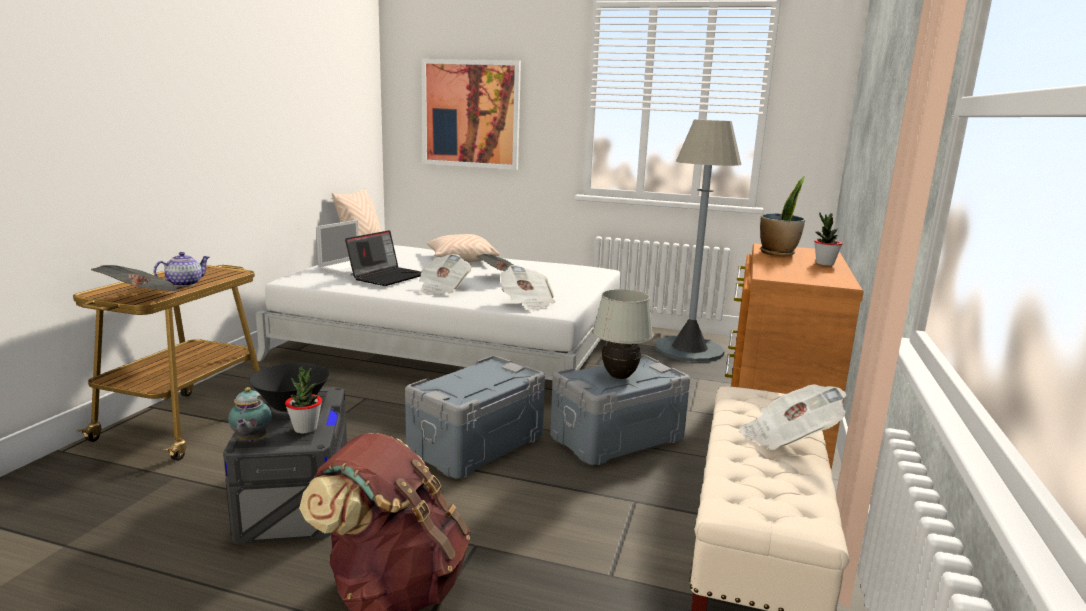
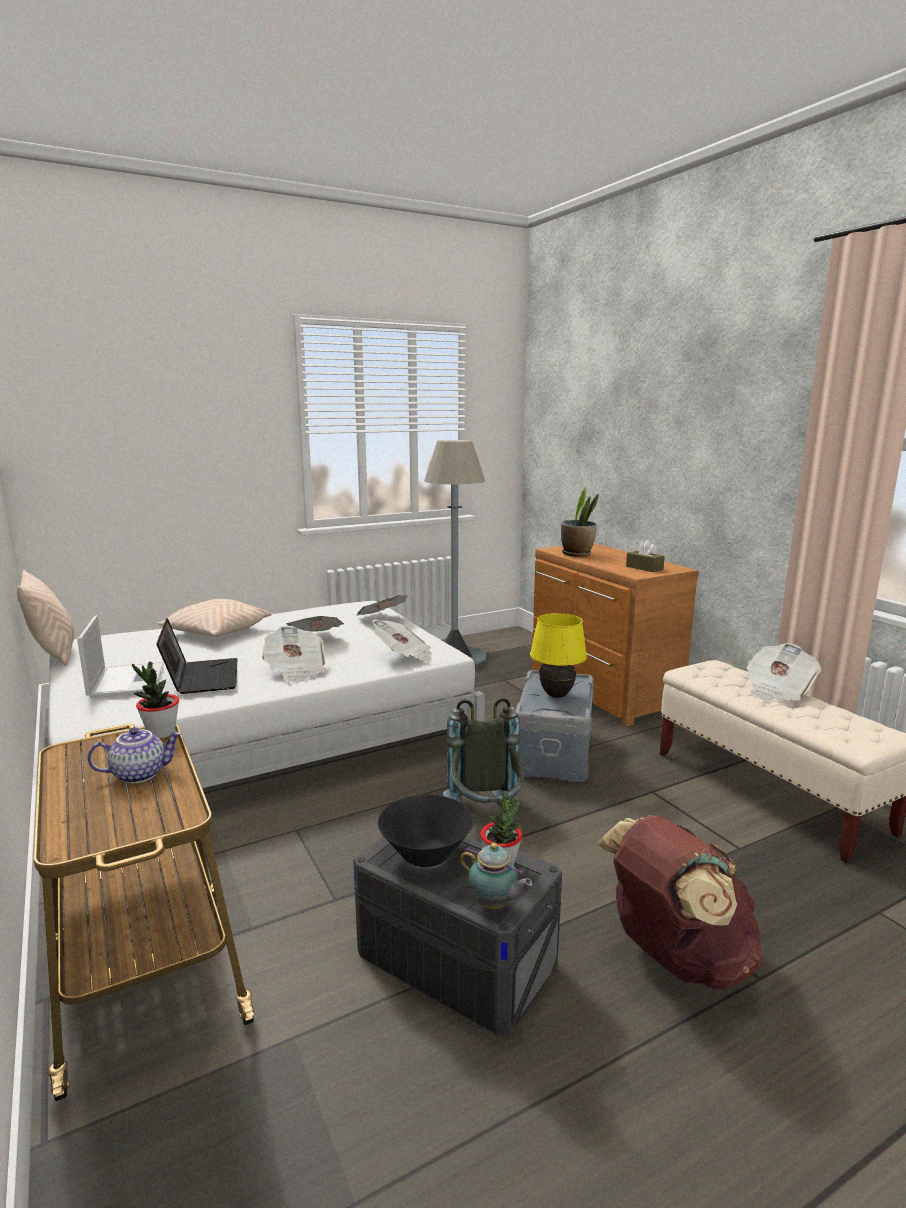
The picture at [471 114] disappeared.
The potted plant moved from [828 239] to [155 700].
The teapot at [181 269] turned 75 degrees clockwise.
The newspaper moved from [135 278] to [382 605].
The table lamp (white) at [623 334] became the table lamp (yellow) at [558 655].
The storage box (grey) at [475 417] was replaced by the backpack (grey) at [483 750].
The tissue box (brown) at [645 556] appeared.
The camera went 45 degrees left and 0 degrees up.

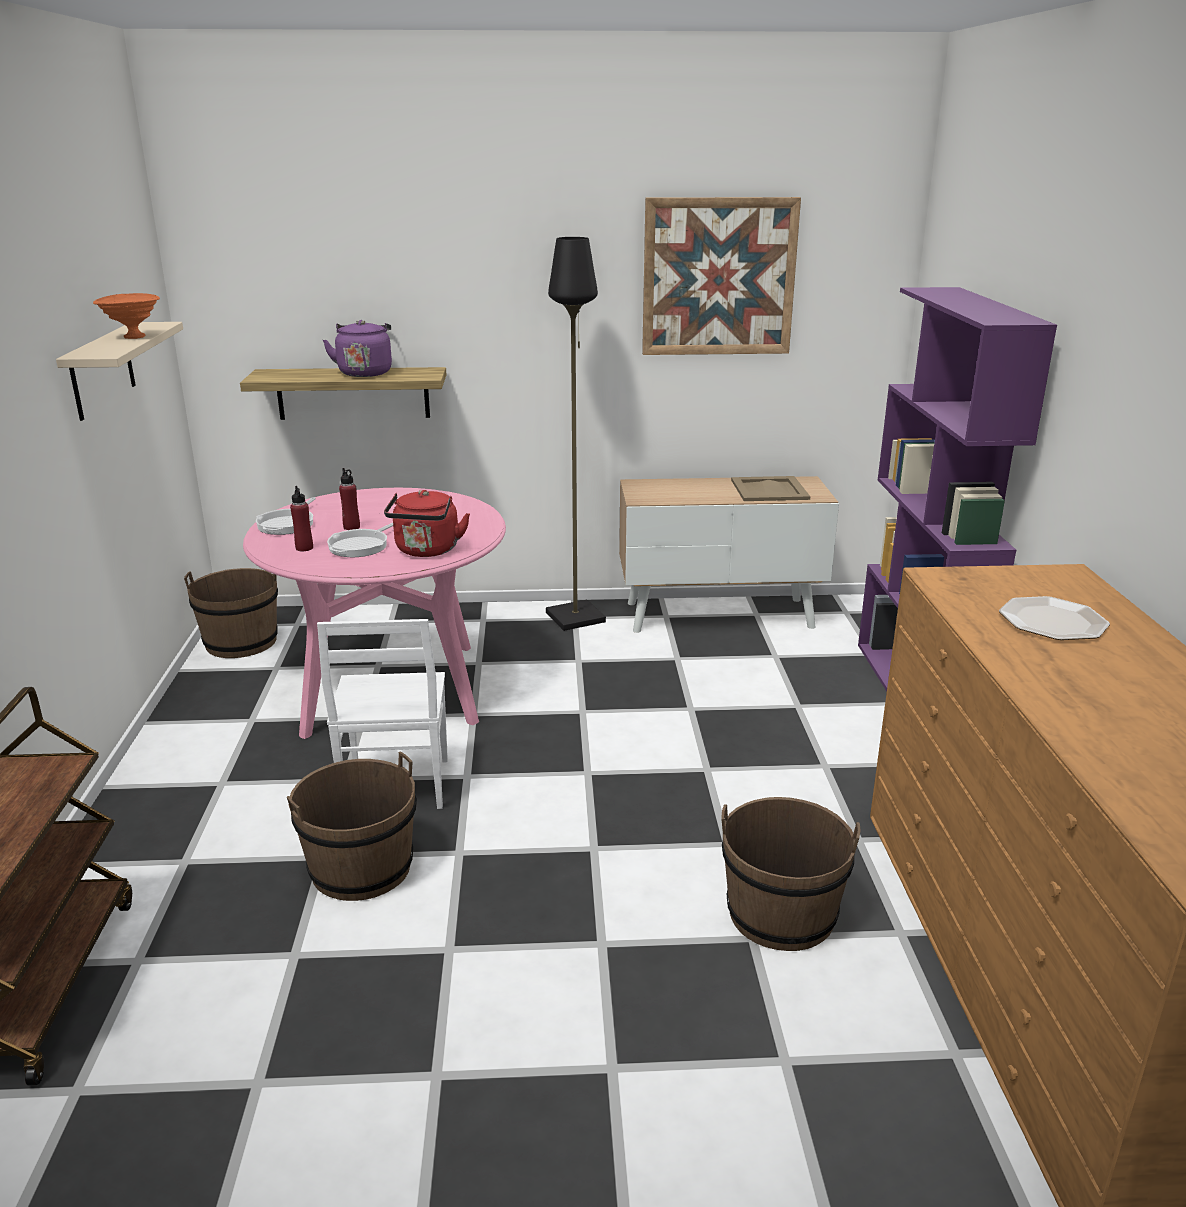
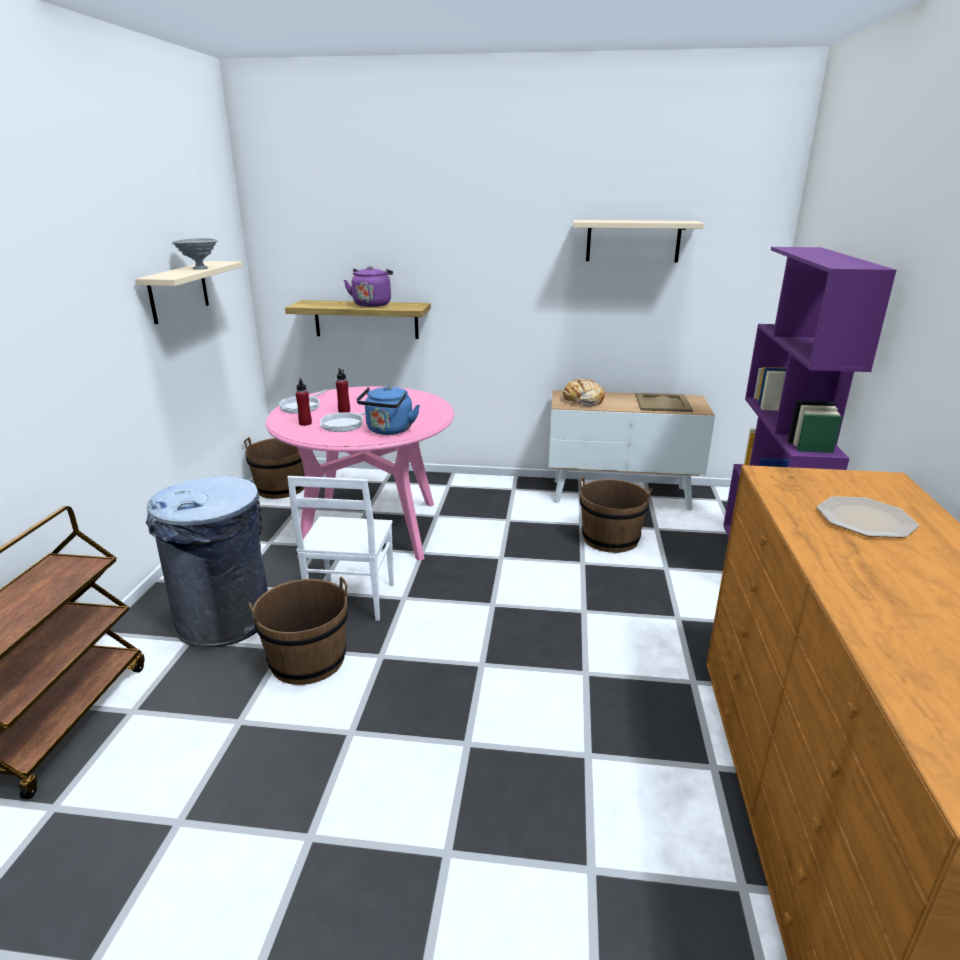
The picture at [721 276] was replaced by the shelf (beige) at [638 241].
The floor lamp (black) at [576 434] disappeared.
The bowl (orange) at [126 316] became the bowl (grey) at [195 254].
The kettle (red) at [427 523] became the kettle (blue) at [388 410].
The bucket (brown) moved from [791 874] to [616 515].
The bread at [584 392] appeared.
The trash can (grey) at [207 562] appeared.
The camera went 10 degrees right and 0 degrees up.

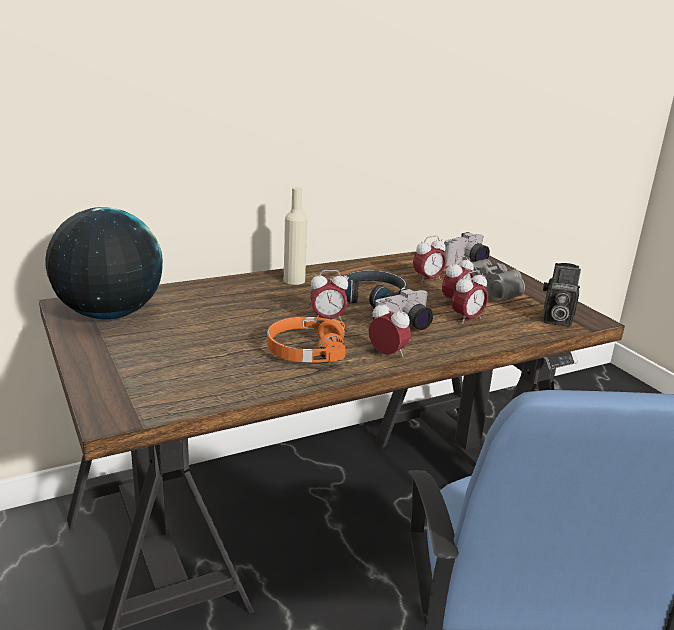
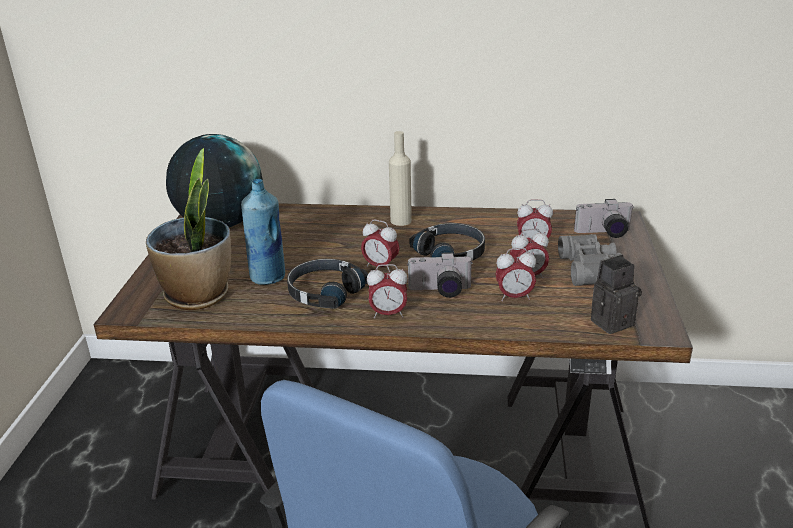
The photo camera at [562 295] turned 105 degrees clockwise.
The alarm clock at [390 329] turned 105 degrees clockwise.
The headphones (orange) at [306 340] became the headphones (black) at [328 284].
The potted plant at [188 229] appeared.
The bottle (blue) at [263 232] appeared.
The camera went 35 degrees right and 5 degrees up.

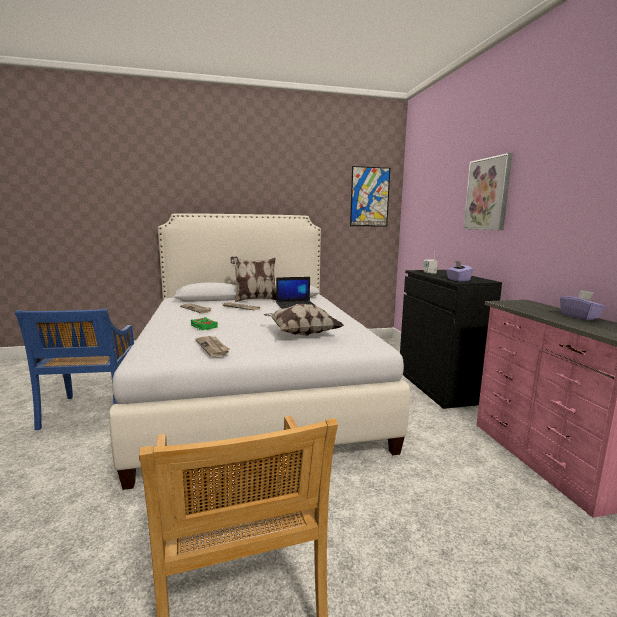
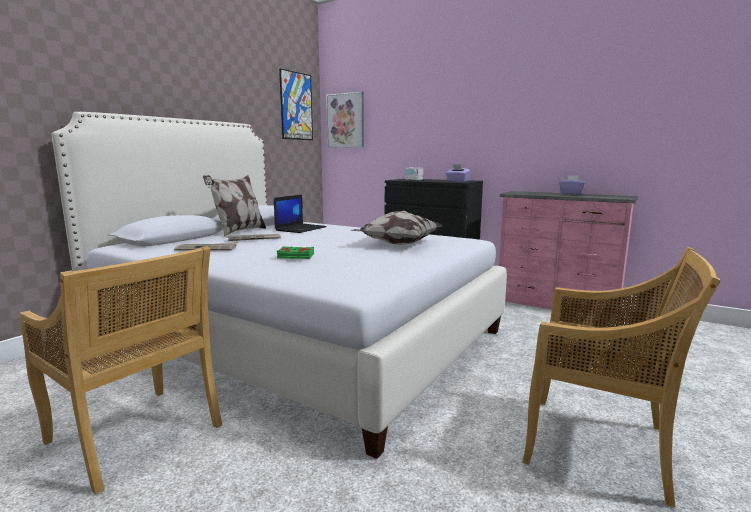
The picture moved from [488 191] to [345 119].
The chair (blue) at [74 369] became the chair (beige) at [121 370].
The newspaper at [212 346] disappeared.
The camera went 45 degrees left and 0 degrees up.

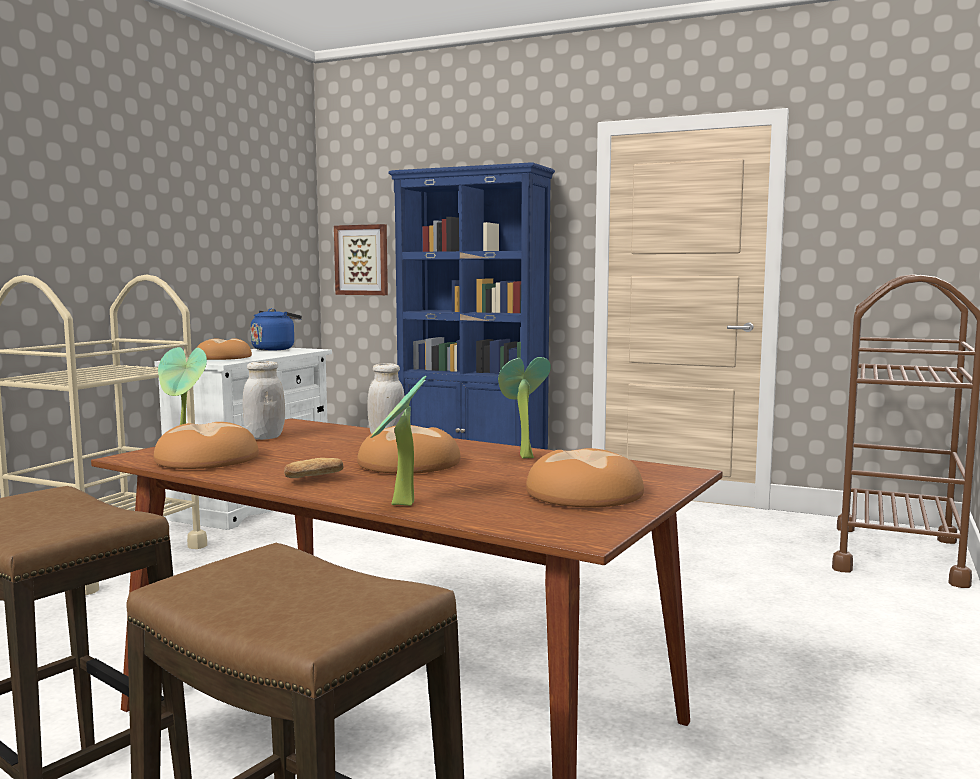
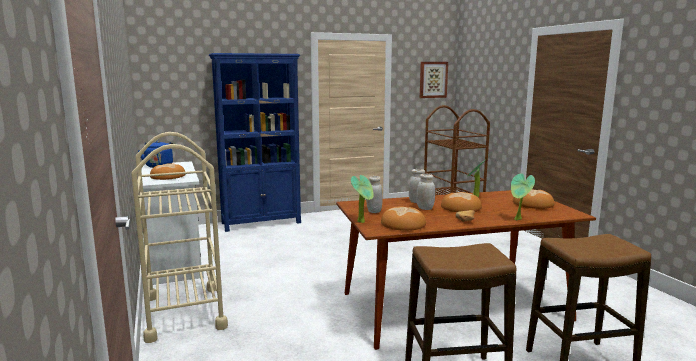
The picture moved from [361 259] to [434 80].
The jar (white) at [426 192] appeared.
The camera went 45 degrees left and 5 degrees up.

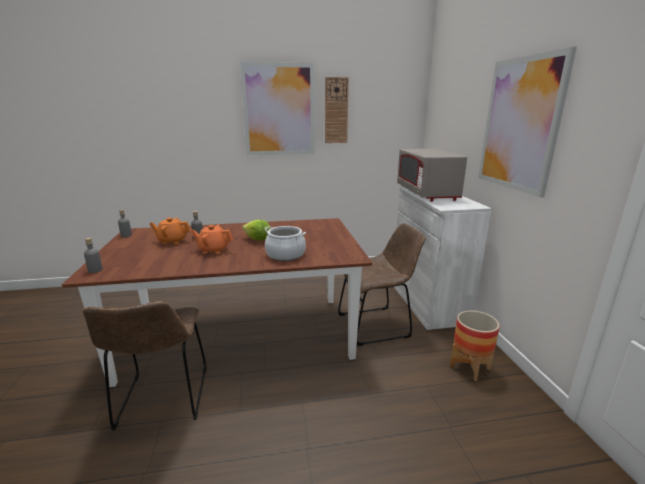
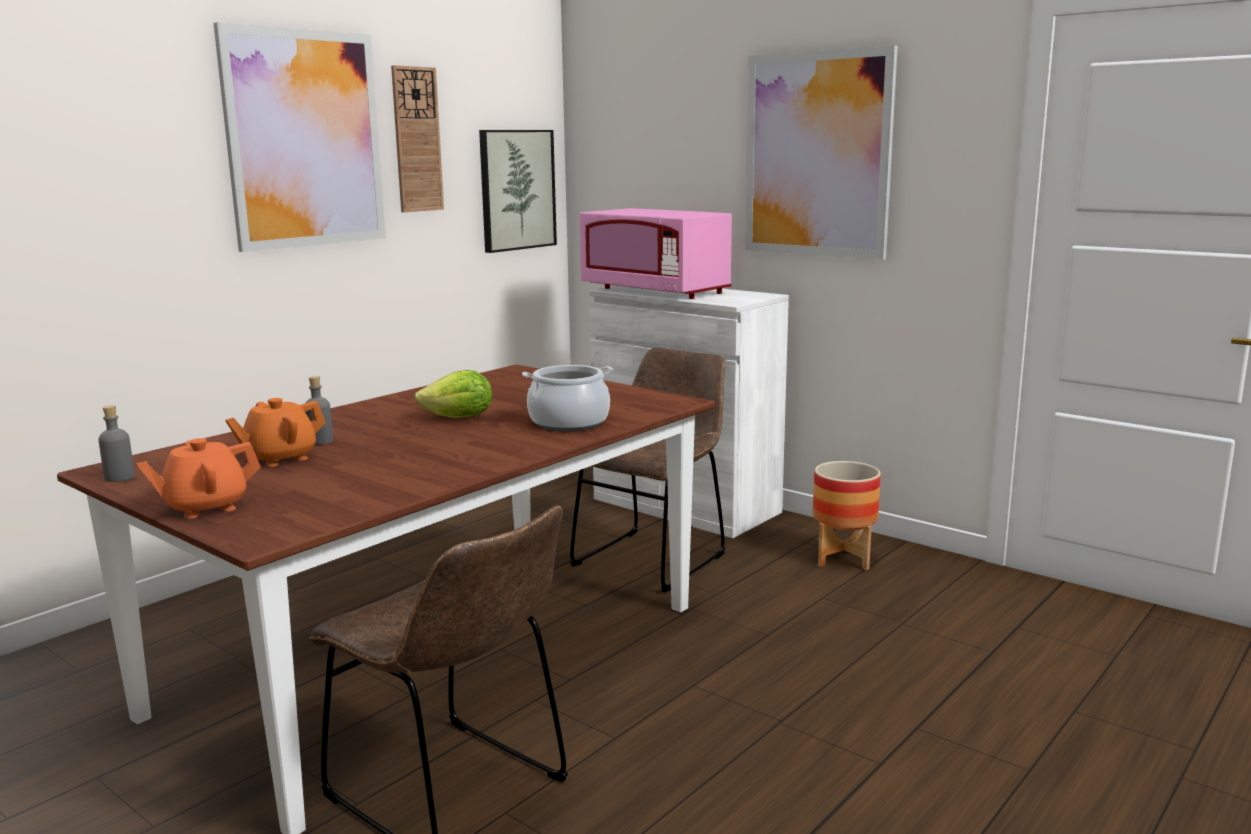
The microwave (grey) at [432 175] became the microwave (pink) at [656 253].
The teapot (orange) moved from [212 239] to [198 478].
The bottle (grey) at [93 255] disappeared.
The picture at [518 191] appeared.
The camera went 40 degrees left and 5 degrees down.

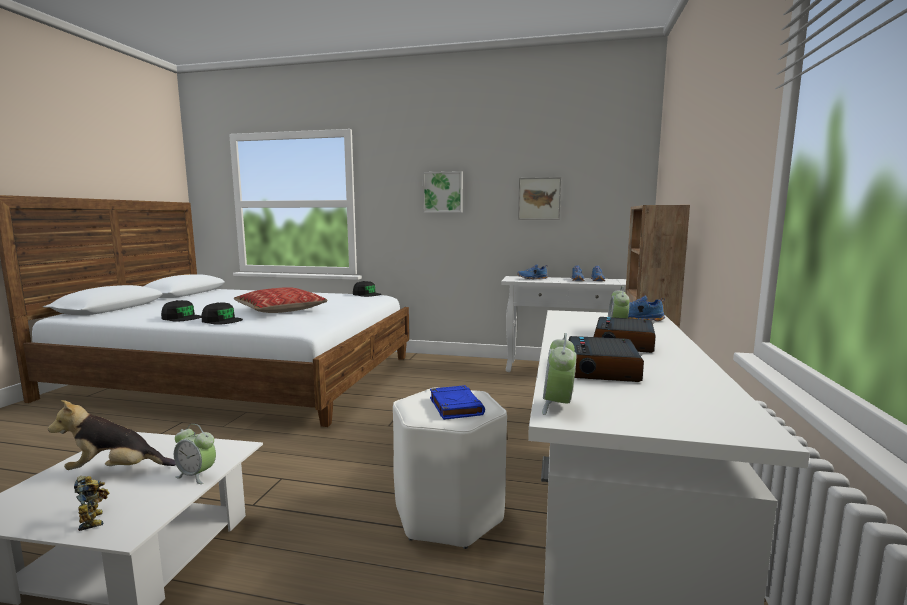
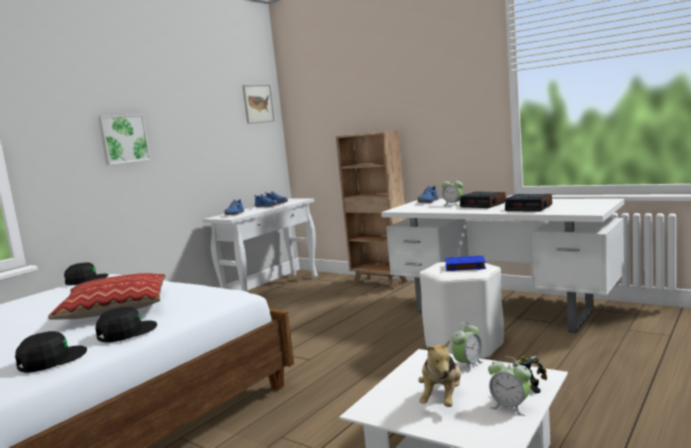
The picture moved from [539 198] to [258 104].
The alarm clock moved from [559 374] to [509 386].
The camera went 65 degrees left and 0 degrees up.

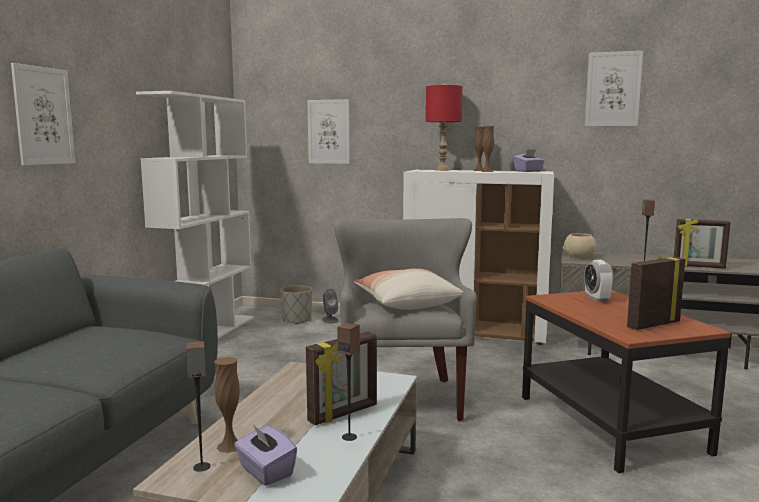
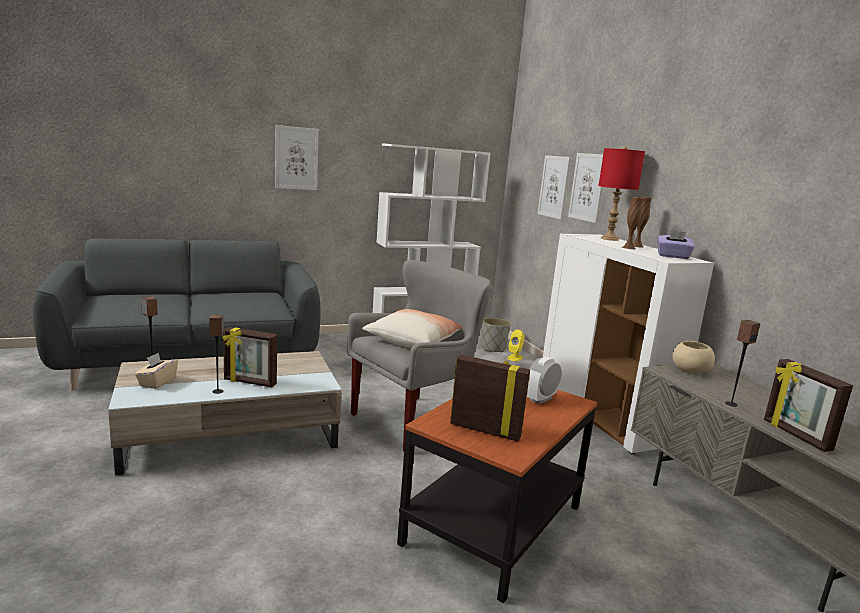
The picture moved from [614 88] to [585 188].
The speaker (grey) at [330 305] became the speaker (yellow) at [516 345].
The vase (brown) at [227 405] disappeared.
The tissue box (purple) at [265 455] became the tissue box (beige) at [156 371].
The camera went 50 degrees right and 5 degrees up.

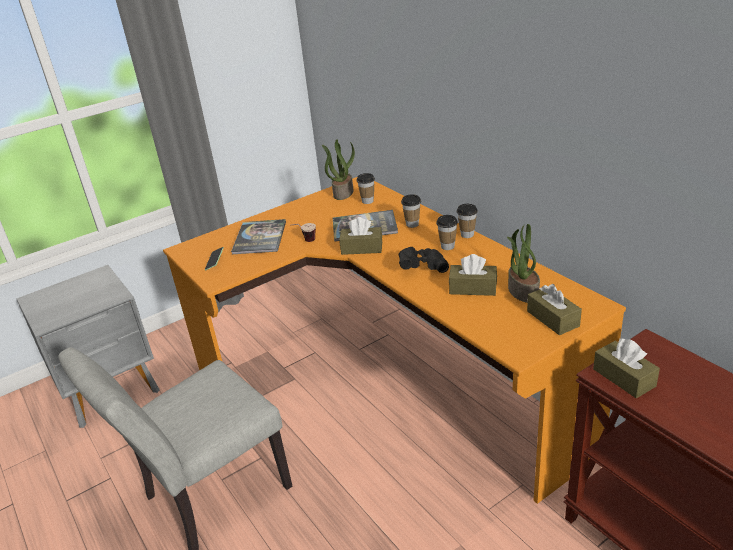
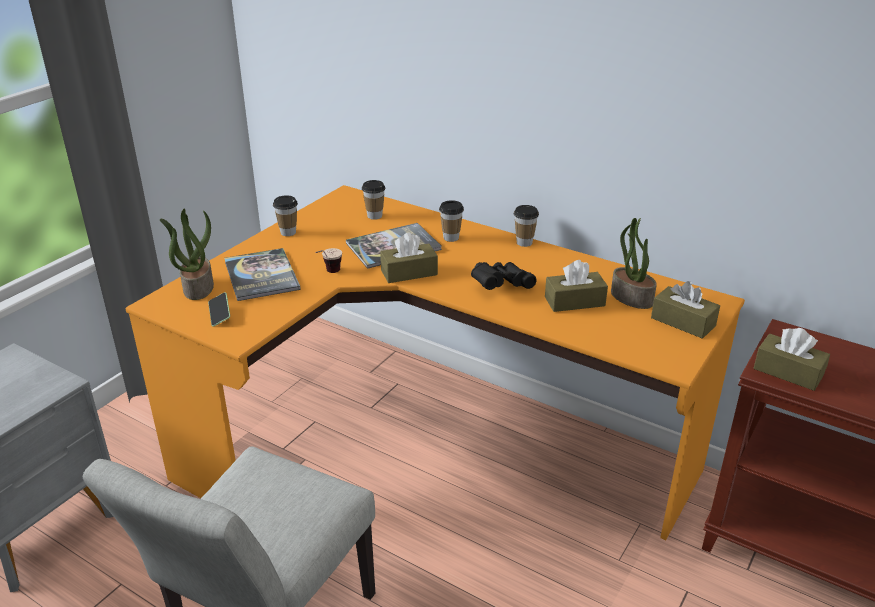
The potted plant moved from [338 169] to [187 254].
The cup moved from [447 232] to [285 215].
The camera went 25 degrees left and 0 degrees up.

